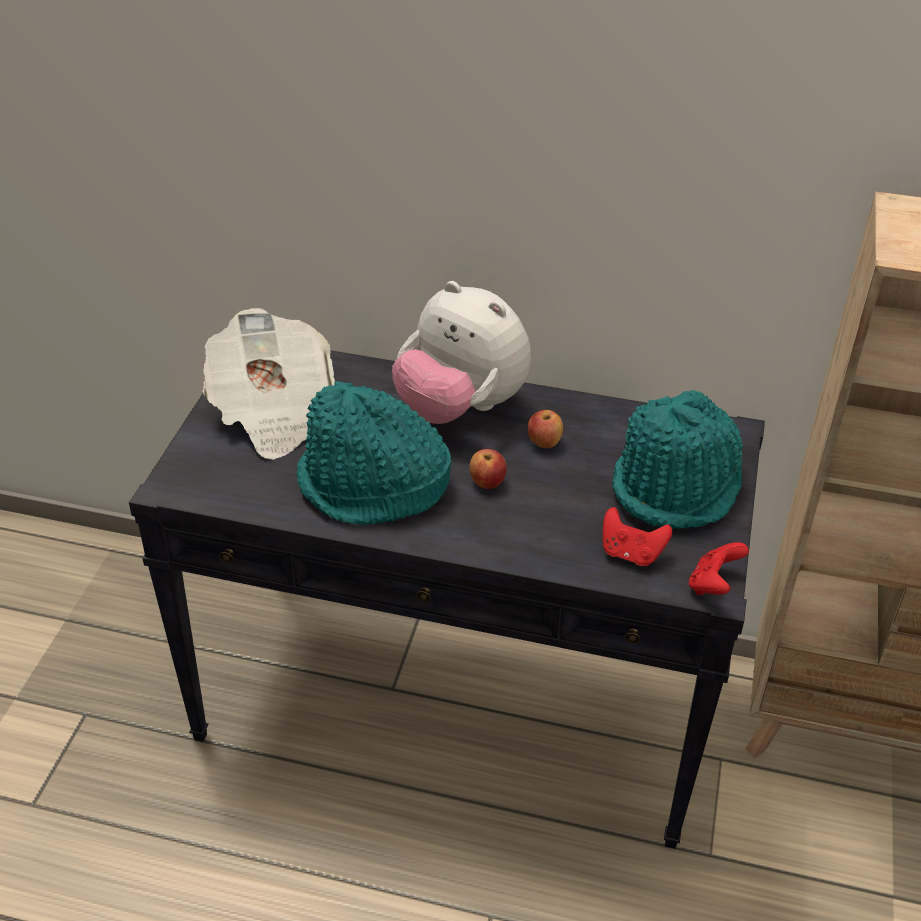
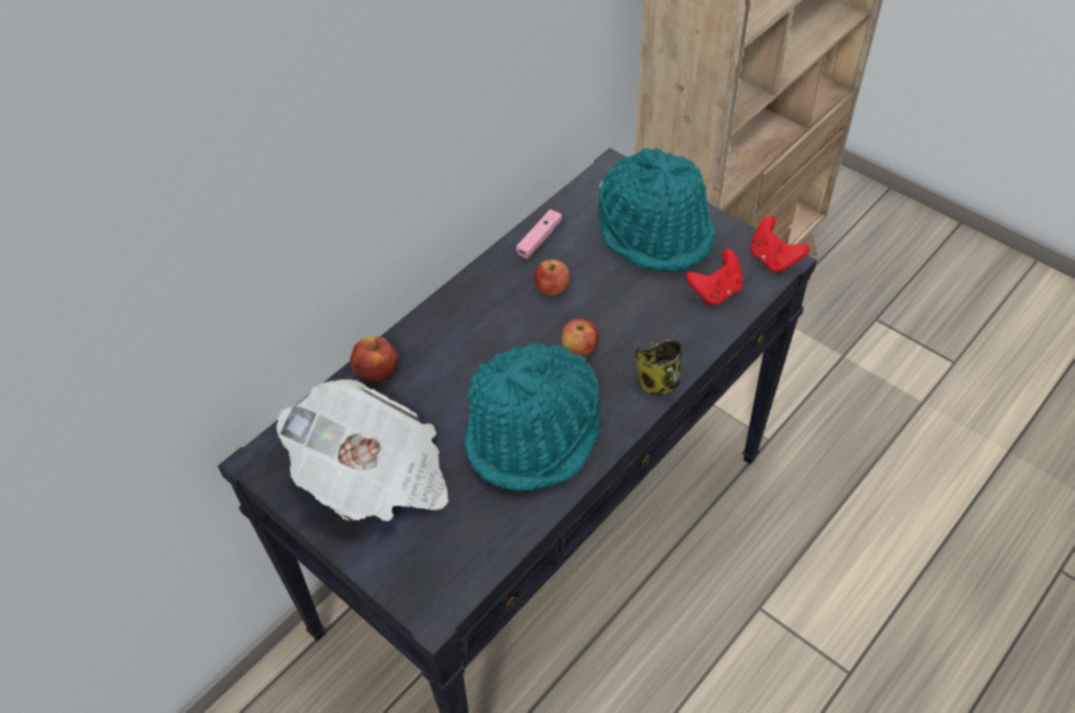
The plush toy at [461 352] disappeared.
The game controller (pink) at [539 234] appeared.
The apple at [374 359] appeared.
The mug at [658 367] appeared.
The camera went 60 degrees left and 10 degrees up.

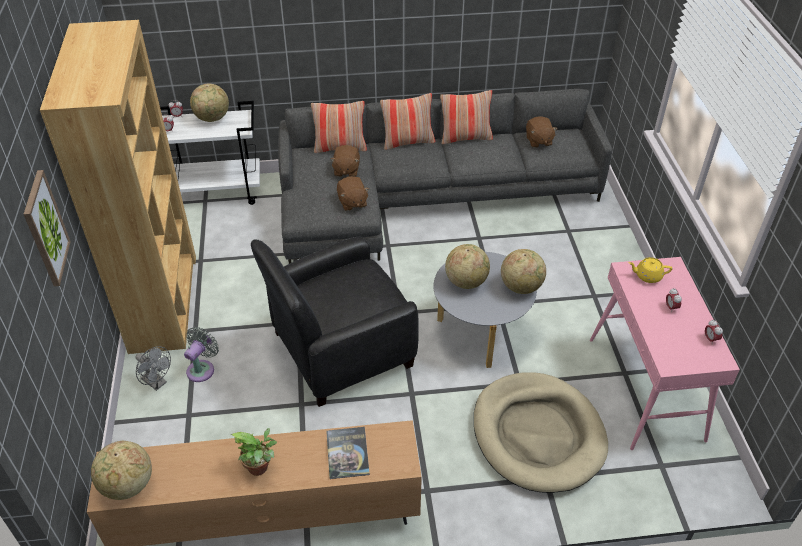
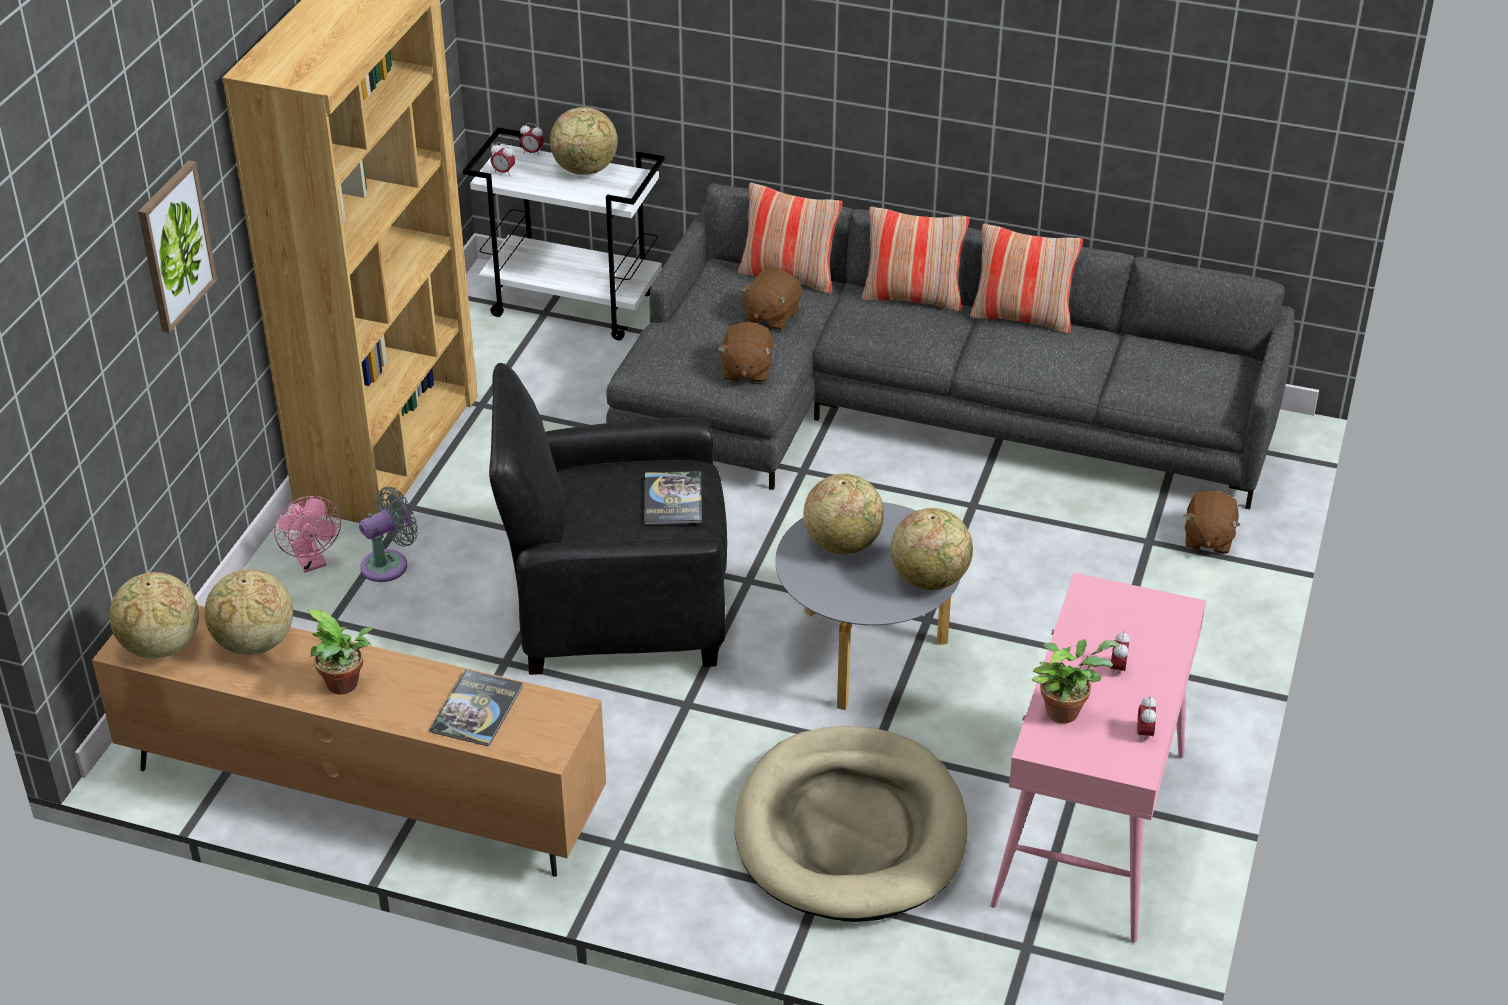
The plush toy (brown) moved from [541 132] to [1212 522].
The teapot (yellow) at [650 270] disappeared.
The fan (grey) at [153 368] became the fan (pink) at [307 534].
The book at [673 497] appeared.
The globe at [249 612] appeared.
The potted plant at [1076 681] appeared.
The camera went 25 degrees right and 5 degrees down.

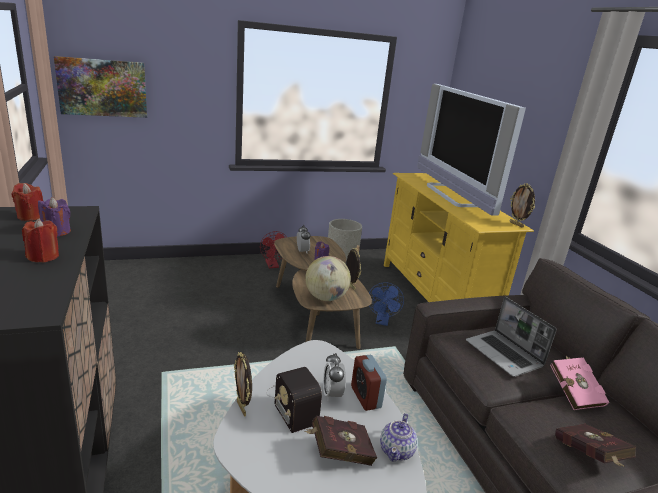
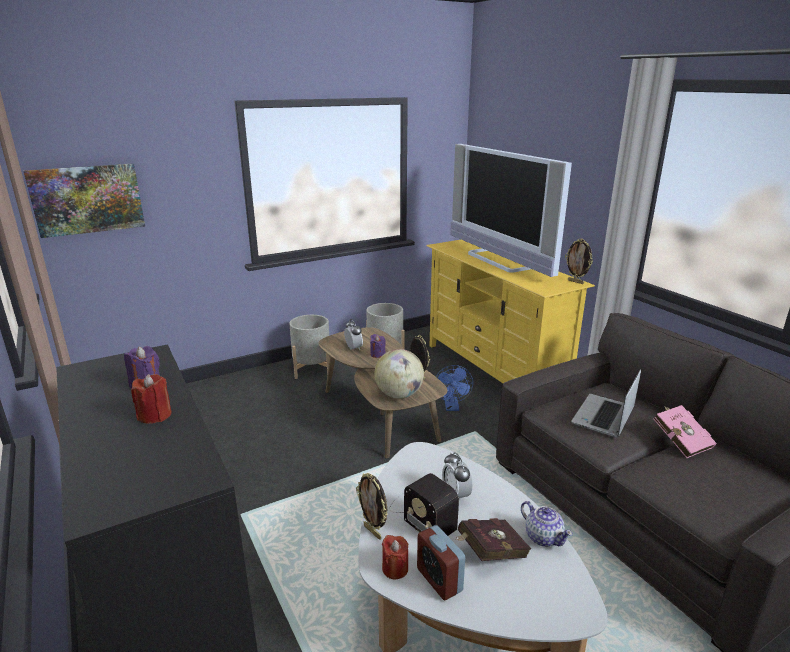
The candle (red) moved from [27 202] to [395 557].
The fan (red) at [273 249] was replaced by the planter (grey) at [309 347].
The laptop at [511 337] turned 75 degrees clockwise.
The alarm clock moved from [369 383] to [441 562].
The teapot at [399 437] turned 45 degrees counterclockwise.
The book (red) at [595 445] disappeared.
The camera went 10 degrees left and 0 degrees up.

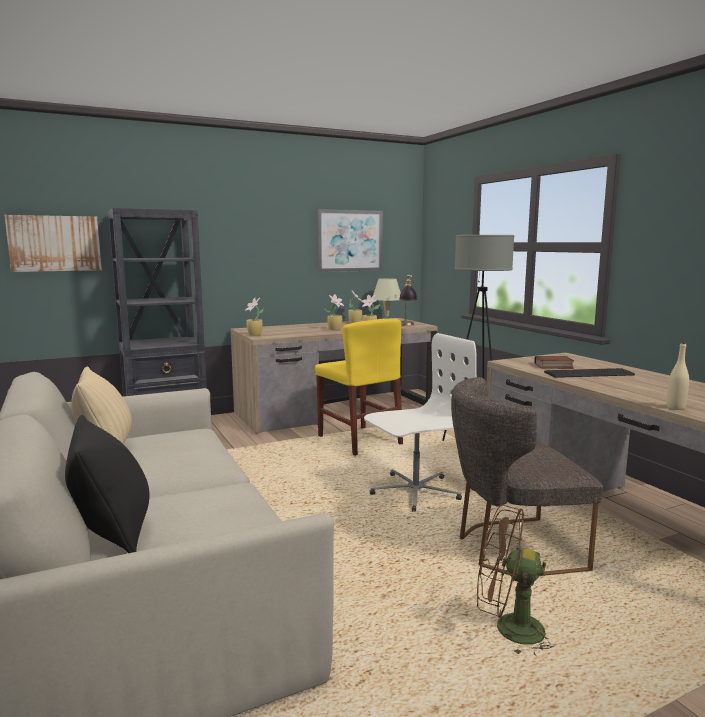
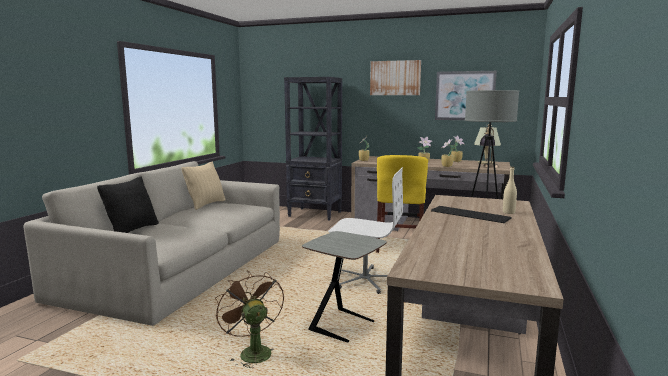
The picture moved from [53 243] to [395 77].
The bottle (beige) moved from [678 376] to [510 190].
The book at [554 362] disappeared.
The chair (grey) at [527 476] was replaced by the side table (grey) at [344 287].
The camera went 45 degrees right and 0 degrees up.

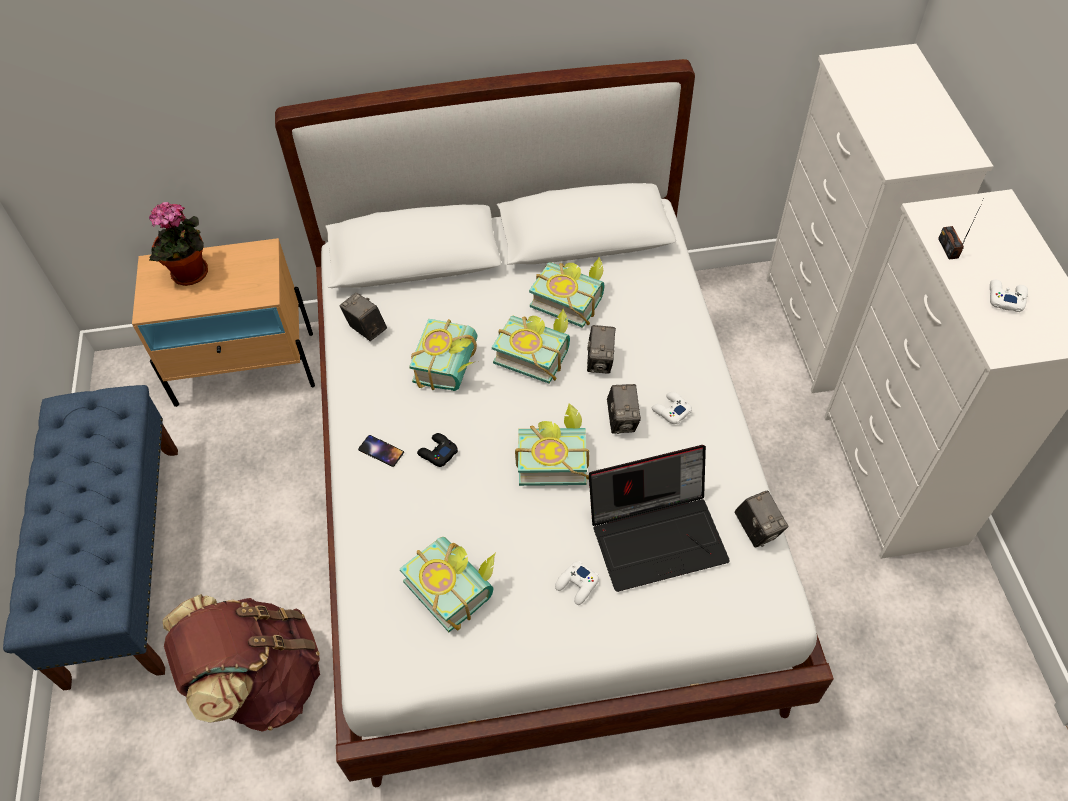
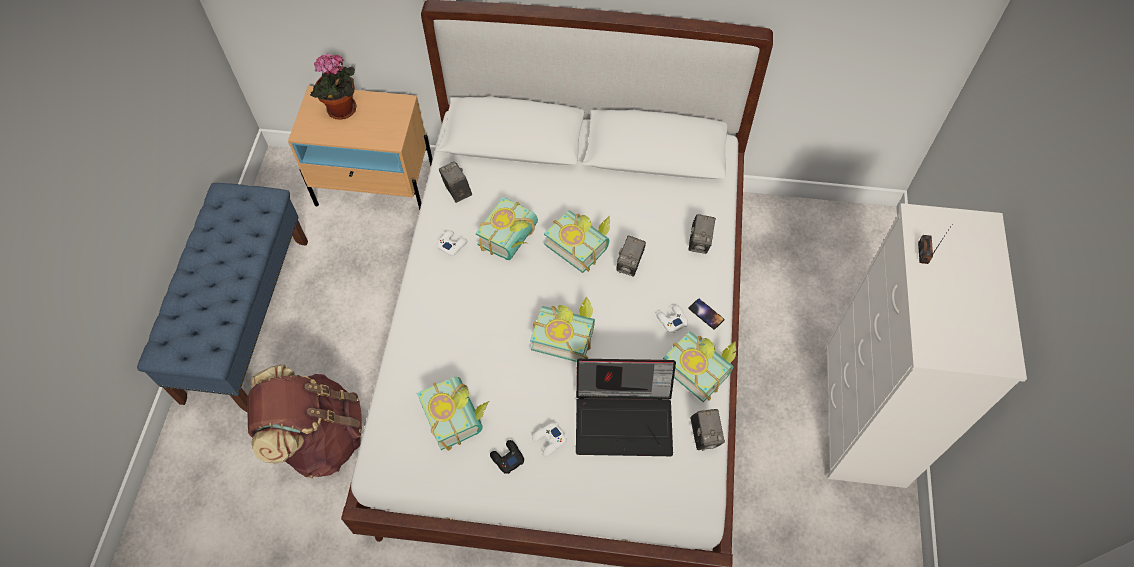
The dresser (white) at [880 218] disappeared.
The book moved from [566 292] to [699 366].
The game controller (white) moved from [1009 296] to [452 243].
The photo camera moved from [624 409] to [702 234].
The game controller (black) moved from [437 450] to [507 457].
The phone moved from [381 451] to [706 314].
The camera went 15 degrees right and 5 degrees up.

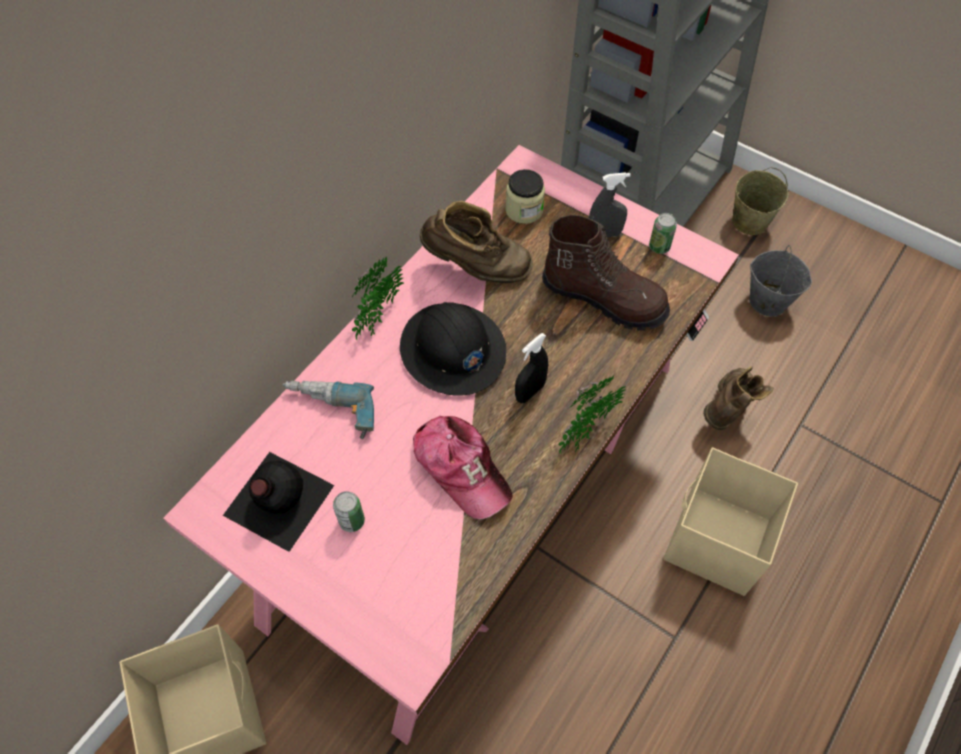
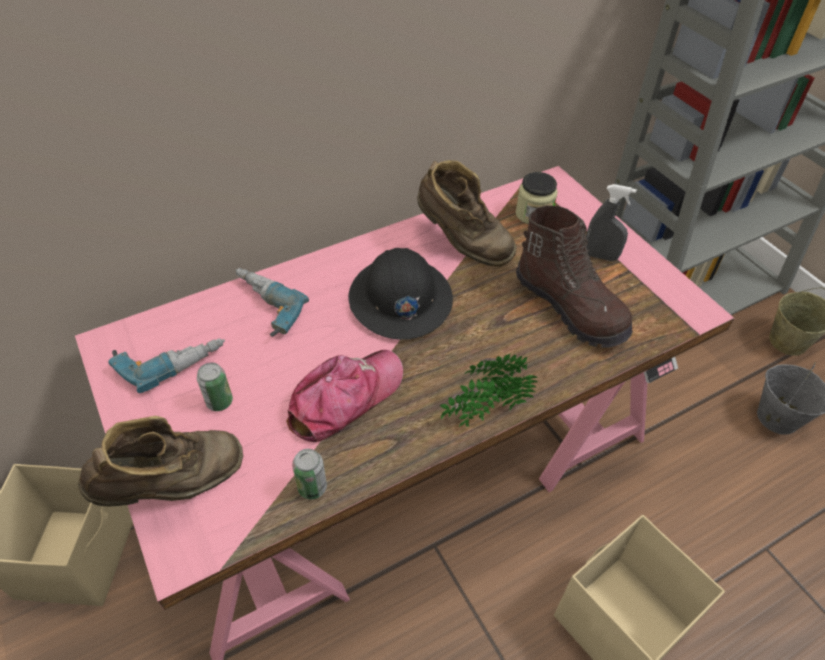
The can moved from [663 233] to [309 474].
The potted plant at [378 298] disappeared.
The spray bottle (black) at [531 368] disappeared.
The boot (brown) moved from [738 398] to [160 461].
The cap at [463 467] turned 120 degrees counterclockwise.
The bottle (black) at [278 502] was replaced by the power drill at [166 365].
The camera went 25 degrees right and 10 degrees down.

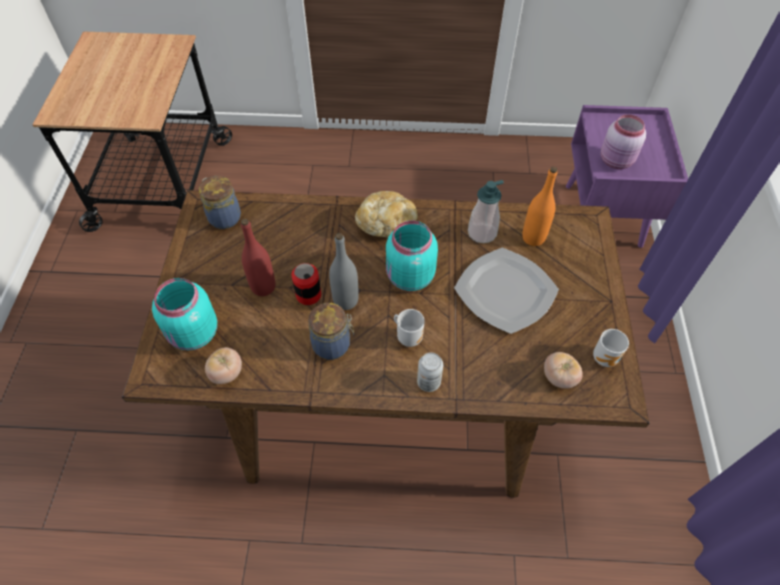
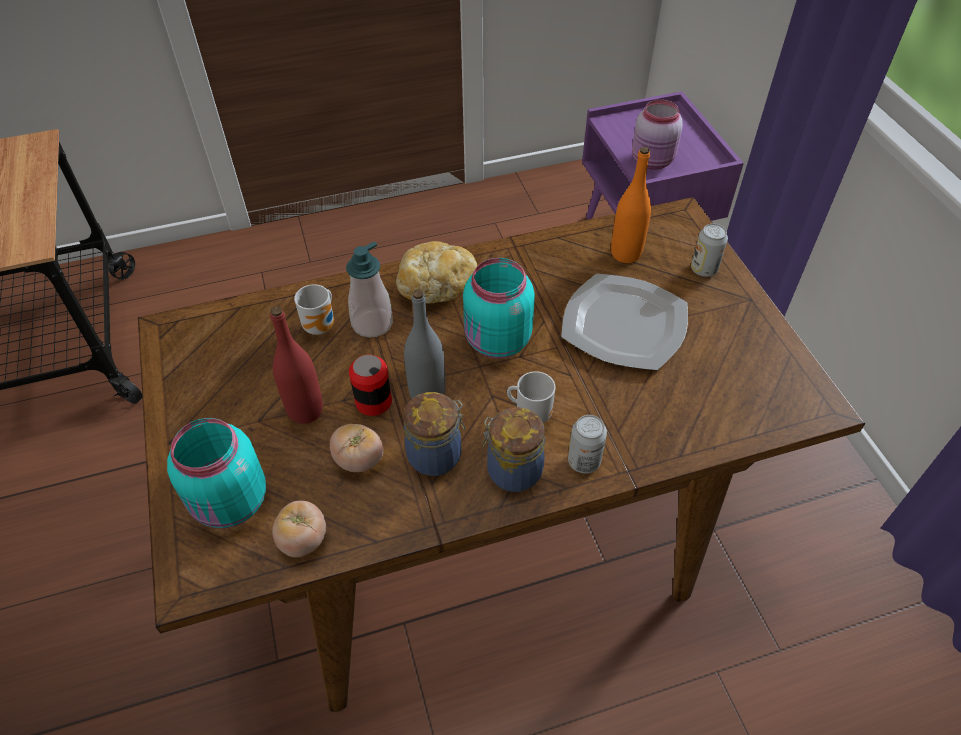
The jar moved from [220 202] to [513 449].
The soap dispenser moved from [486 211] to [369 290].
The mug moved from [611 348] to [314 309].
The tomato moved from [563 370] to [357 448].
The can at [709 250] appeared.
The camera went 20 degrees left and 5 degrees down.

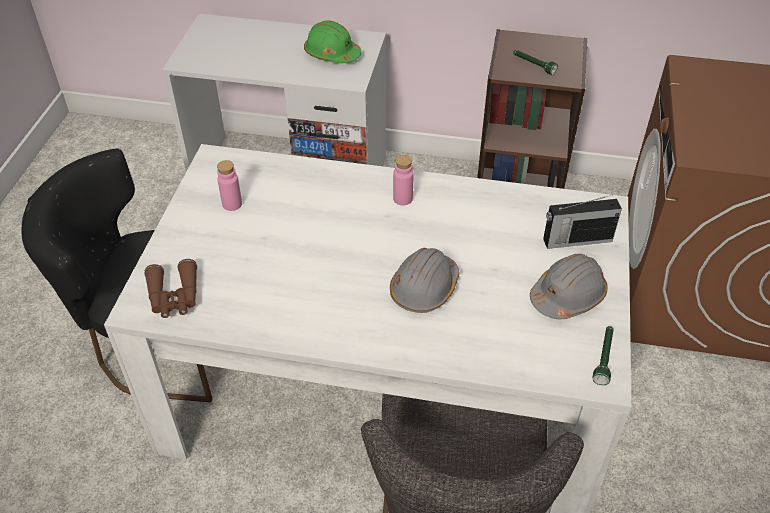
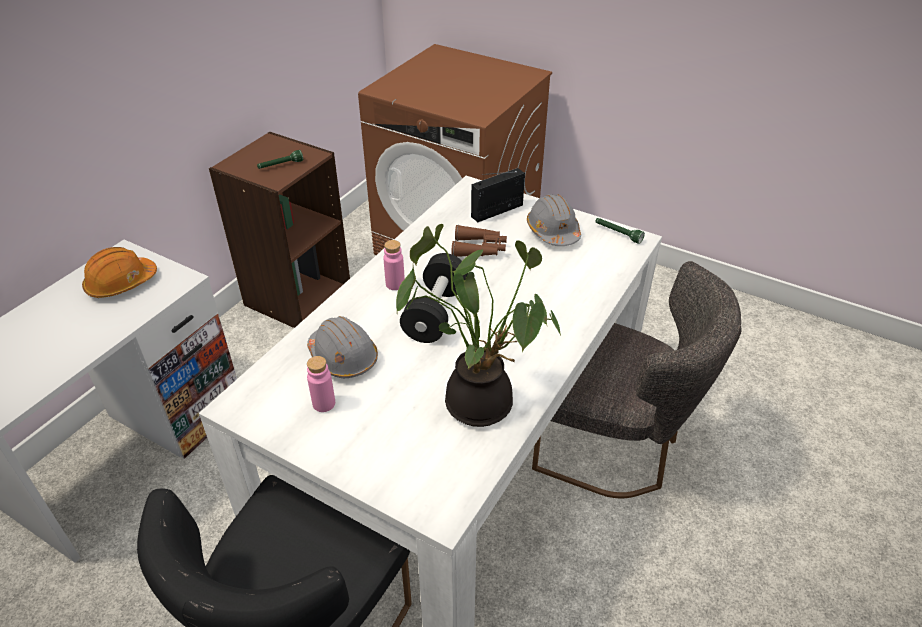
The hard hat (green) at [333 41] became the hard hat (orange) at [119 272].
The radio at [582 222] turned 135 degrees counterclockwise.
The hard hat (grey) moved from [424 280] to [342 347].
The binoculars (brown) moved from [170 288] to [479 241].
The potted plant at [478 325] appeared.
The dumbbell (black) at [434 298] appeared.
The camera went 70 degrees left and 5 degrees down.

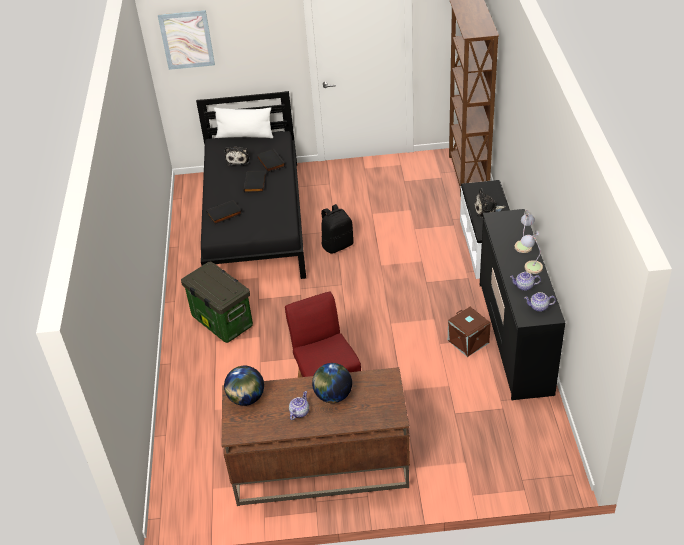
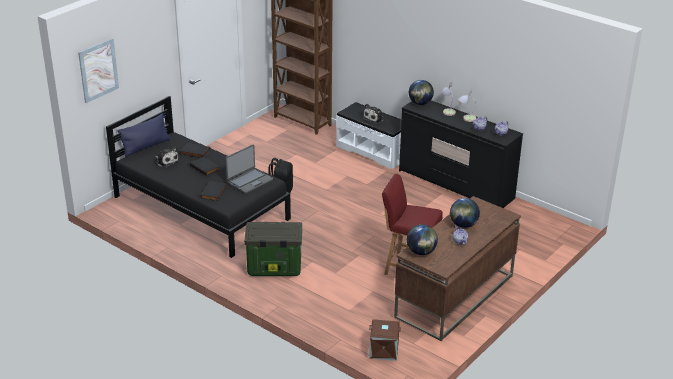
The pillow (white) at [243 122] became the pillow (blue) at [144 135].
The storage box (brown) moved from [469 332] to [385 340].
The globe at [421 92] appeared.
The laptop at [249 169] appeared.
The camera went 50 degrees left and 10 degrees down.

